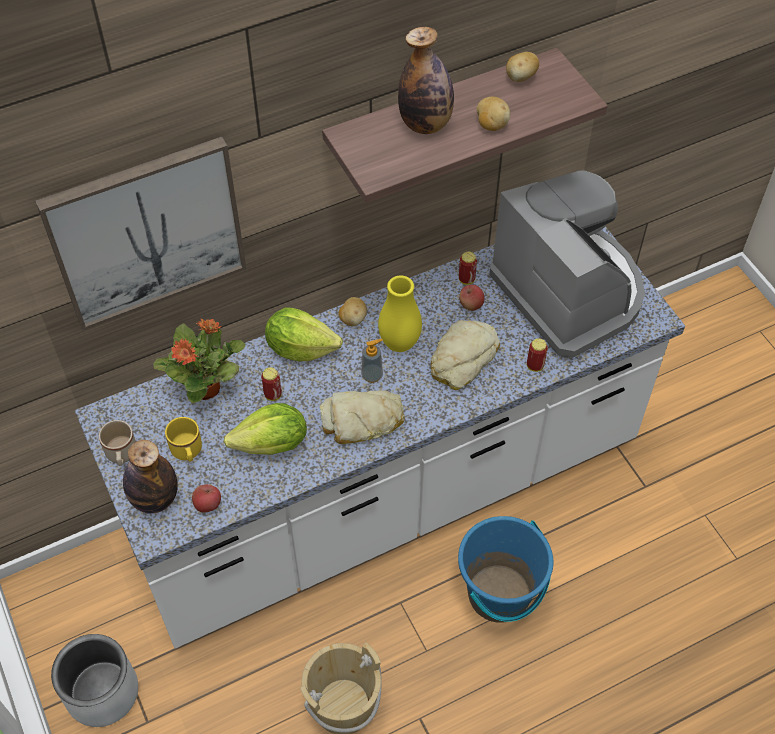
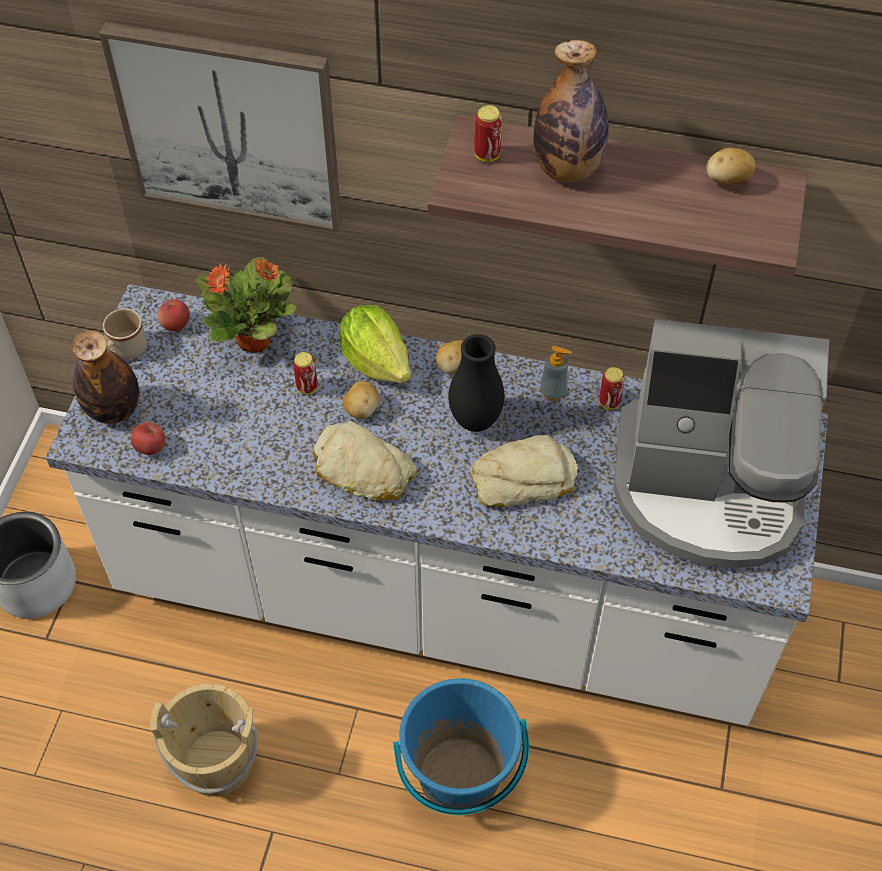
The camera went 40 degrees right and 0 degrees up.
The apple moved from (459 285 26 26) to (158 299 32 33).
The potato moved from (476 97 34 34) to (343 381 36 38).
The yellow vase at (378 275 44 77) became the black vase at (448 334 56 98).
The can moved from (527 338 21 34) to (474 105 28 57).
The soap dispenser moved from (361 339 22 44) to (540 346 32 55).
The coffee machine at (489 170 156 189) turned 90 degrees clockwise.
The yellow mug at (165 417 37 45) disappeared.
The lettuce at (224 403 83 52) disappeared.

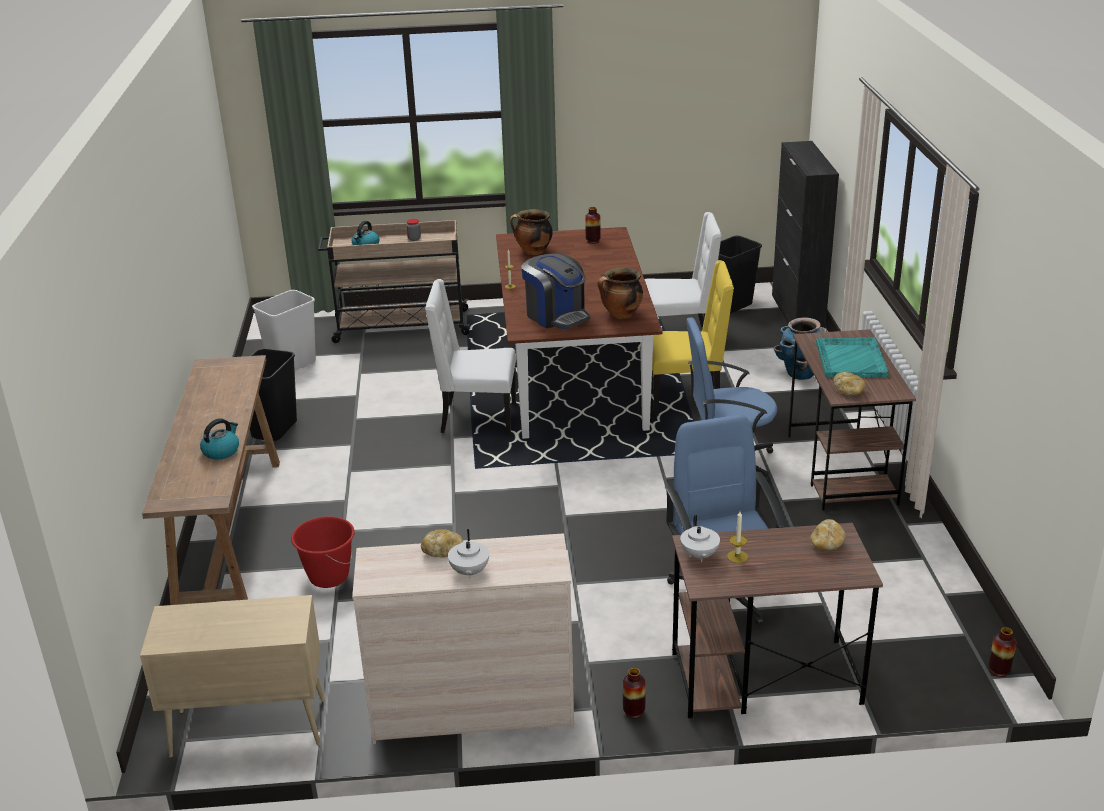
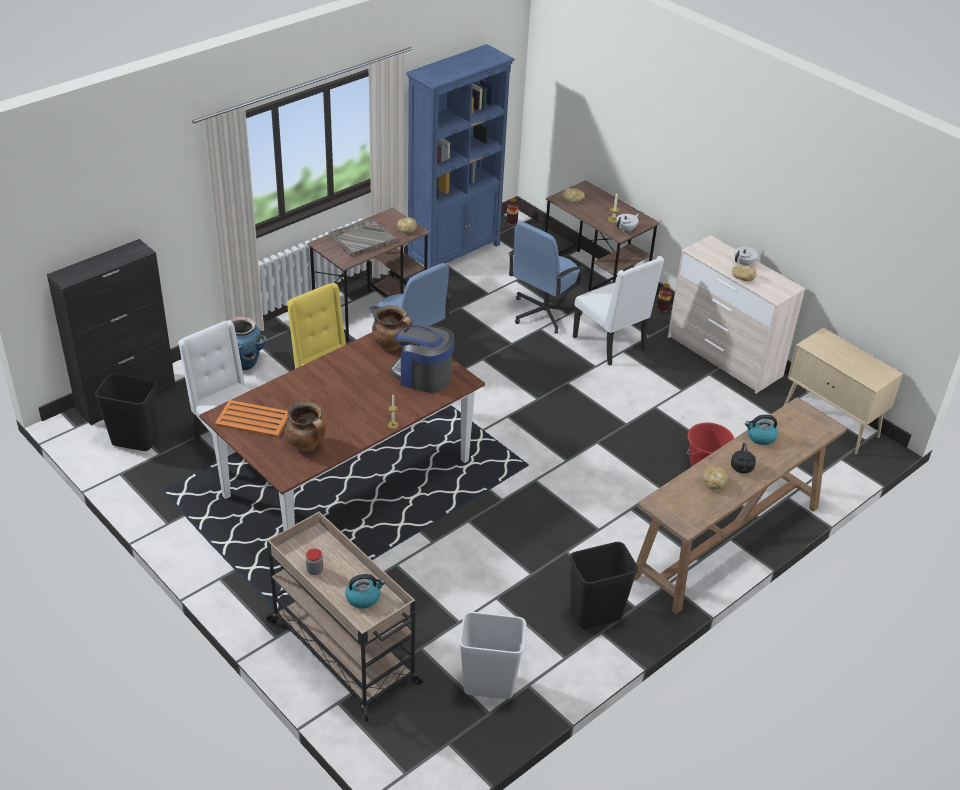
The camera went 130 degrees left and 10 degrees up.
The vase at (585 207 16 37) was replaced by the orange tray at (215 400 73 38).
The turquoise tray at (816 337 73 40) became the grey tray at (329 218 68 39).
The coffee machine at (521 253 69 76) turned 75 degrees counterclockwise.
The blue bookcase at (406 44 109 225) appeared.
The white chair moved from (425 279 91 156) to (573 256 91 110).
The bread at (703 467 25 22) appeared.
The black kettle at (731 442 25 31) appeared.

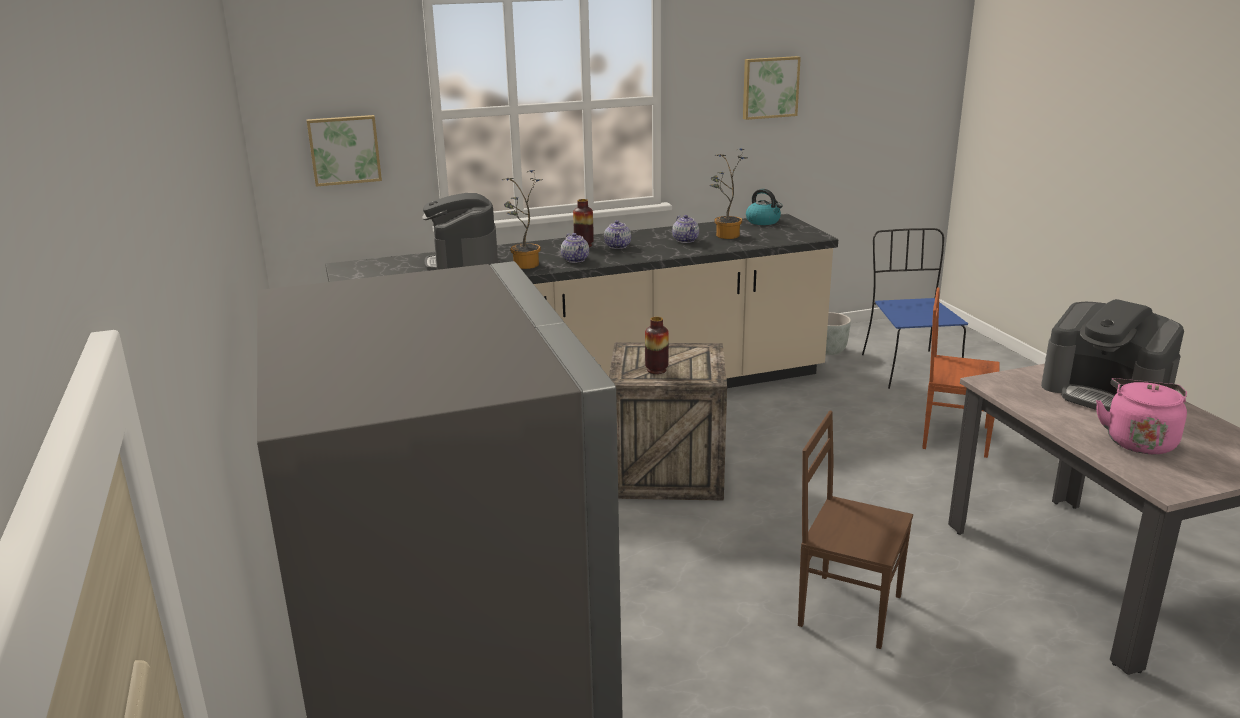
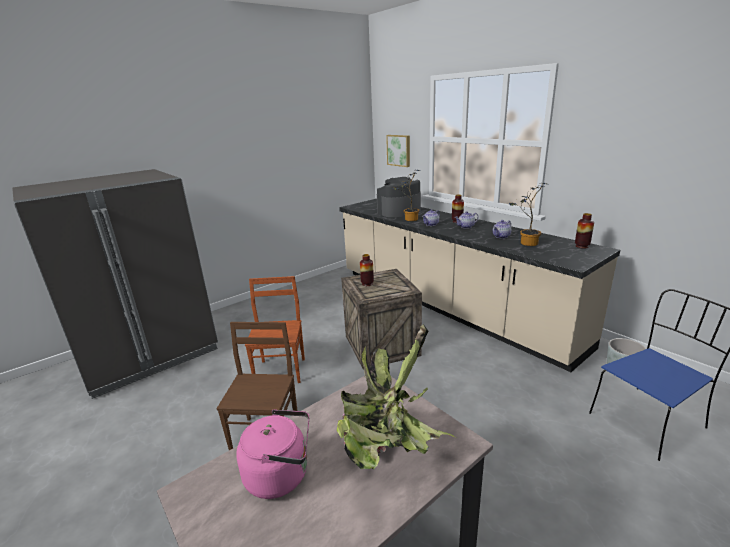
The camera went 70 degrees right and 0 degrees up.
The brown chair moved from (922 287 78 171) to (245 276 60 107).
The coffee machine at (1041 299 143 113) was replaced by the potted plant at (337 324 118 146).
The kettle at (746 189 37 36) was replaced by the vase at (575 213 19 36).
The picture at (743 56 58 64) disappeared.

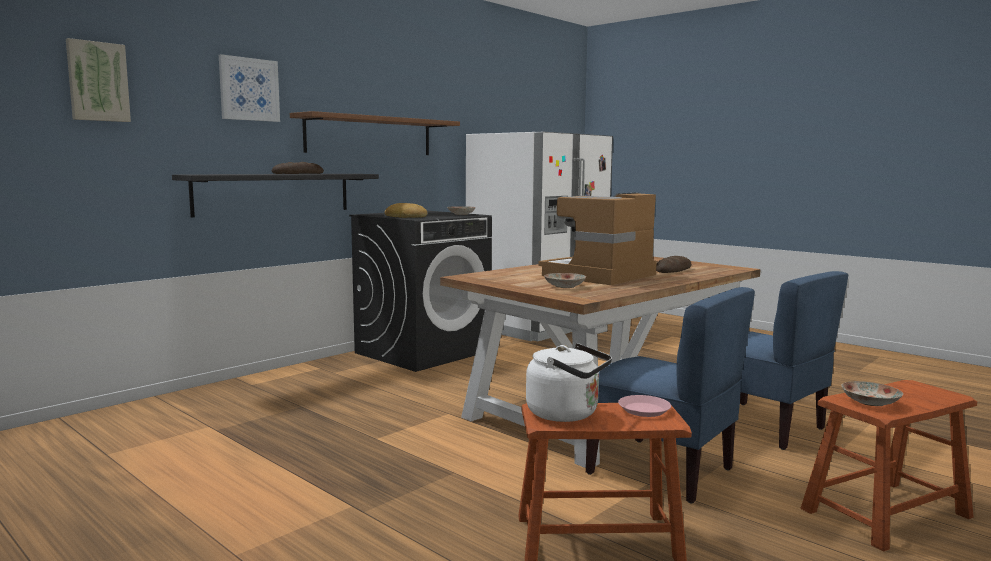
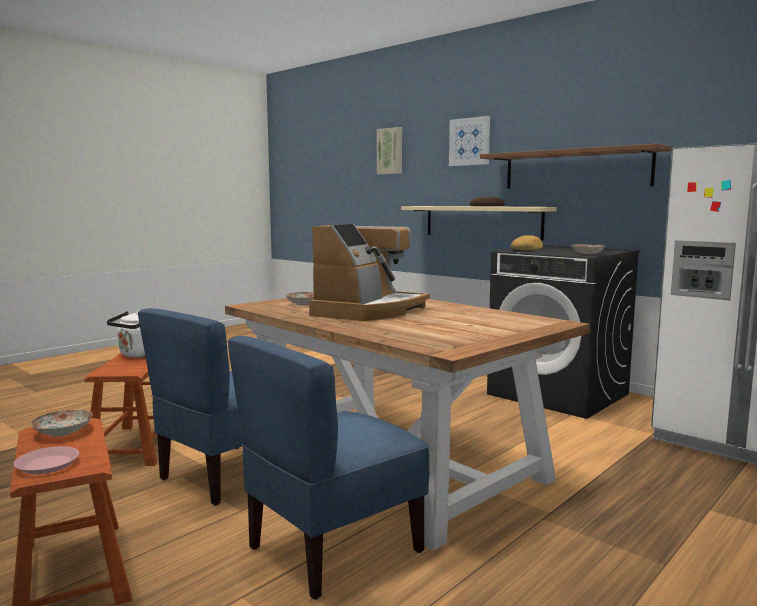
The camera went 90 degrees right and 0 degrees up.
The pink plate moved from (618 395 53 22) to (14 446 65 28).
The coffee machine at (538 192 119 93) turned 75 degrees clockwise.
The black shelf at (172 174 207 43) became the beige shelf at (401 206 156 35).
The bread at (656 256 35 17) disappeared.

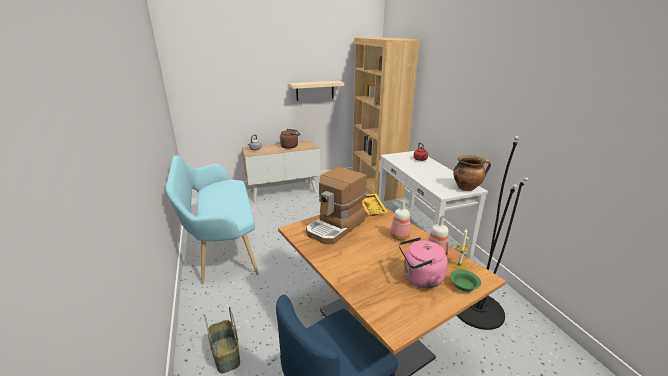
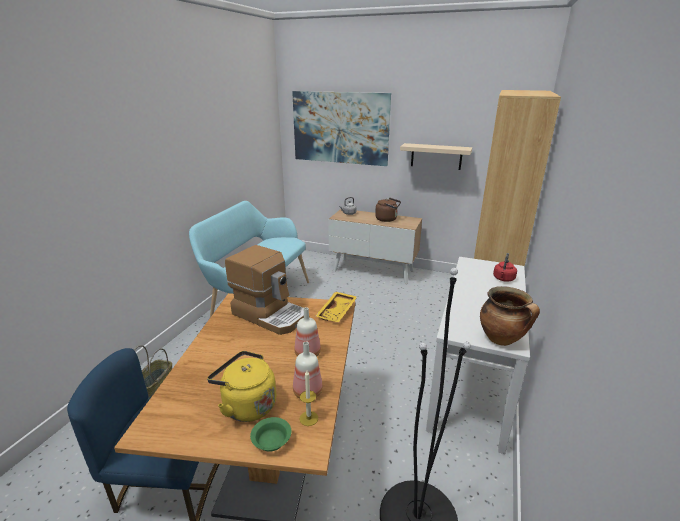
The camera went 40 degrees right and 0 degrees up.
The pink kettle at (399 237 49 51) became the yellow kettle at (207 351 69 71).
The coffee machine at (306 167 61 77) turned 135 degrees counterclockwise.
The picture at (292 91 99 75) appeared.

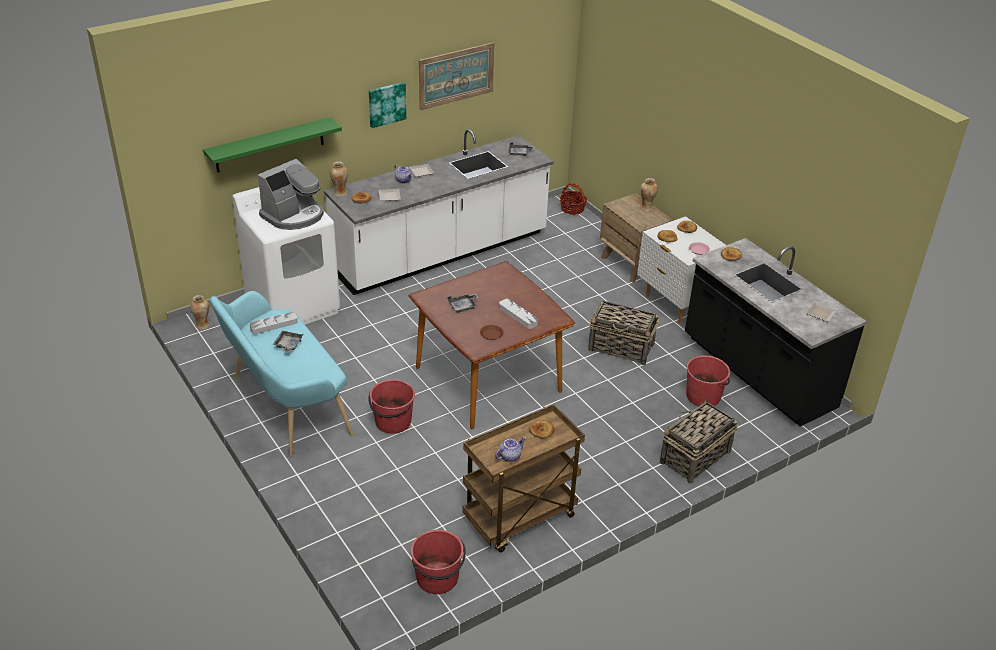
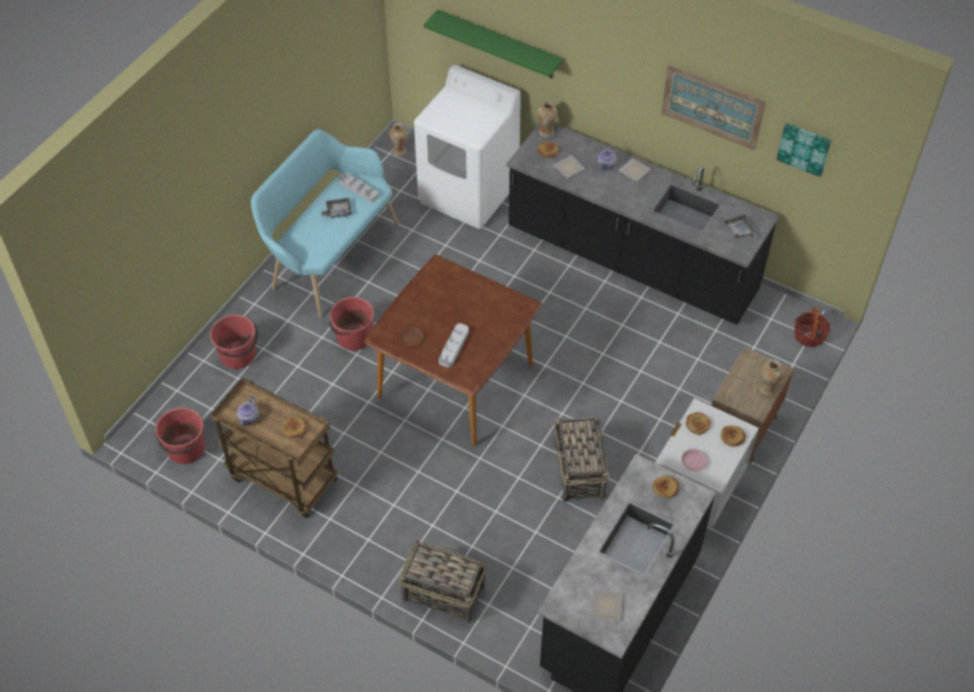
The camera went 65 degrees right and 15 degrees up.
The red bucket moved from (686 355 44 51) to (210 315 48 54).
The teapot at (495 437 31 25) turned 75 degrees clockwise.
The white counter at (324 130 230 165) became the black counter at (506 123 273 202).
The picture moved from (369 82 37 46) to (776 123 55 54).
The coffee machine at (258 159 66 71) disappeared.
The grey tray at (447 294 32 19) disappeared.

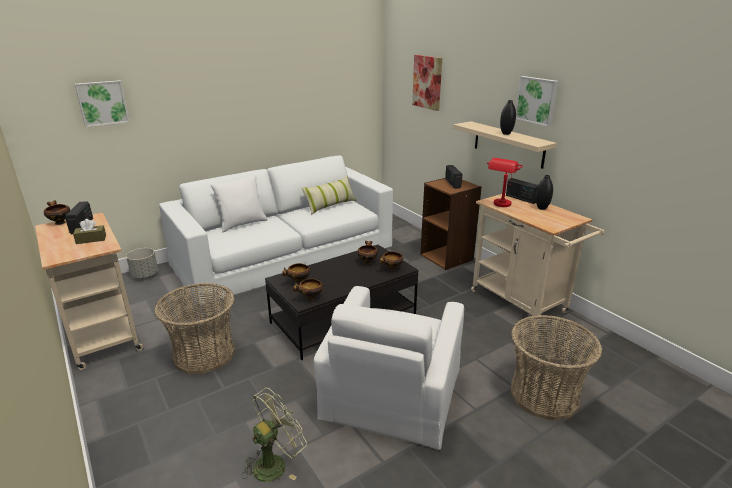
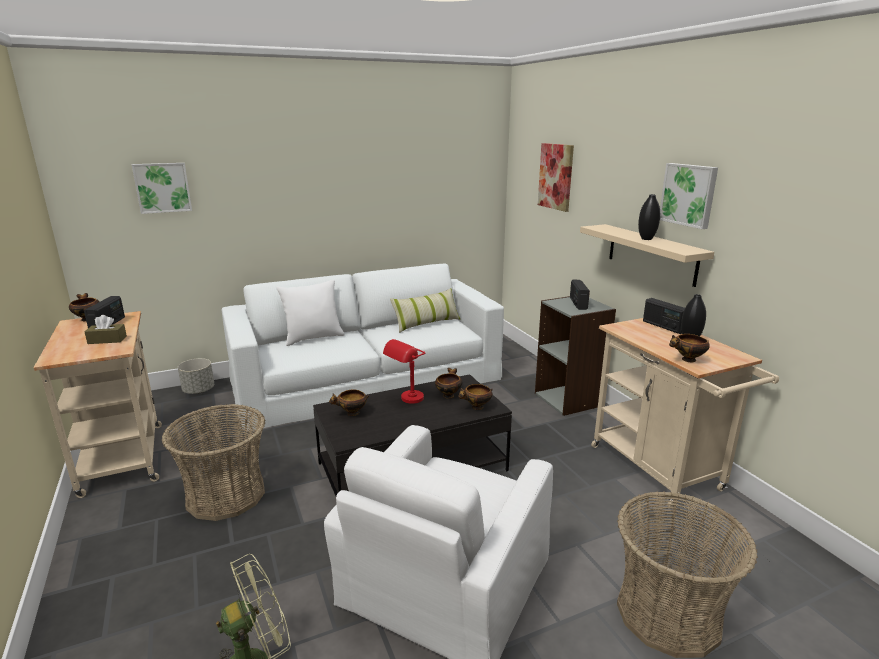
The camera went 10 degrees right and 5 degrees down.
The red table lamp moved from (487 158 36 49) to (383 339 42 65).
The brown bookcase at (420 178 62 92) became the grey bookcase at (535 296 81 120).
The bowl moved from (292 279 33 22) to (669 334 41 28).

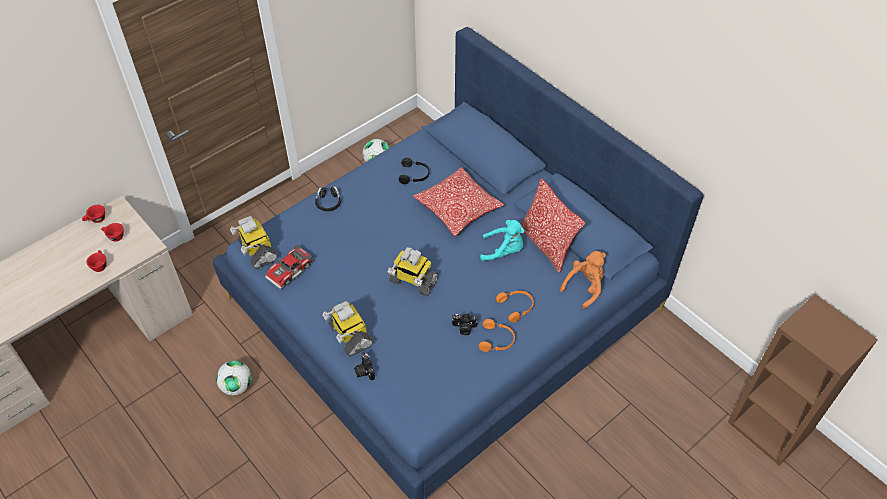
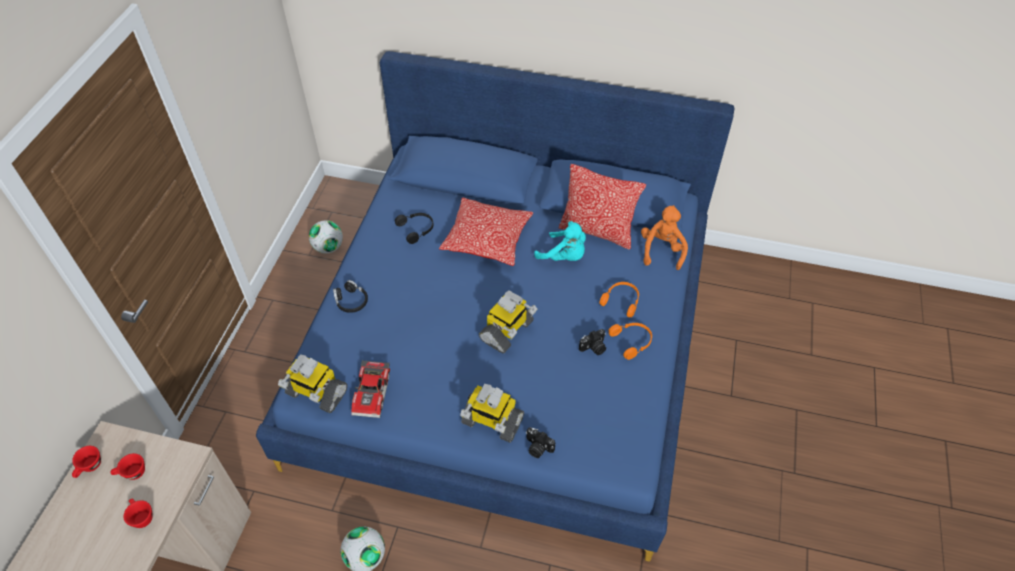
The camera went 35 degrees left and 0 degrees up.
The toy robot at (388 247 51 49) turned 45 degrees counterclockwise.
The turquoise plush toy at (480 220 45 41) turned 60 degrees clockwise.
The brown bookcase at (728 295 150 171) disappeared.

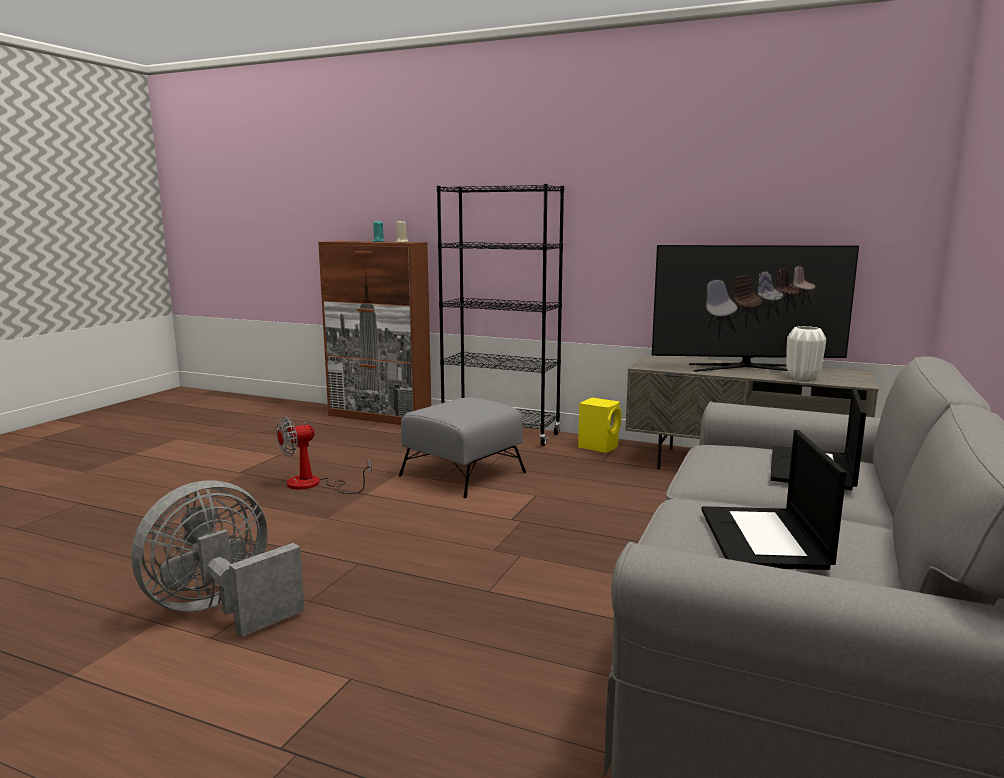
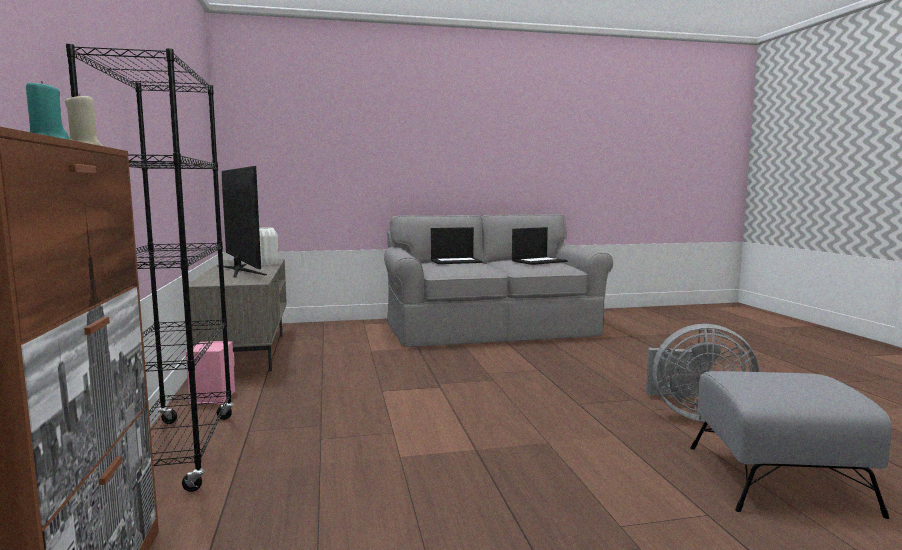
The camera went 125 degrees left and 5 degrees down.
The yellow speaker at (578 398 44 55) became the pink speaker at (186 341 49 63).
The grey ottoman moved from (399 397 127 101) to (690 371 202 148).
The fan at (276 416 96 78) disappeared.

